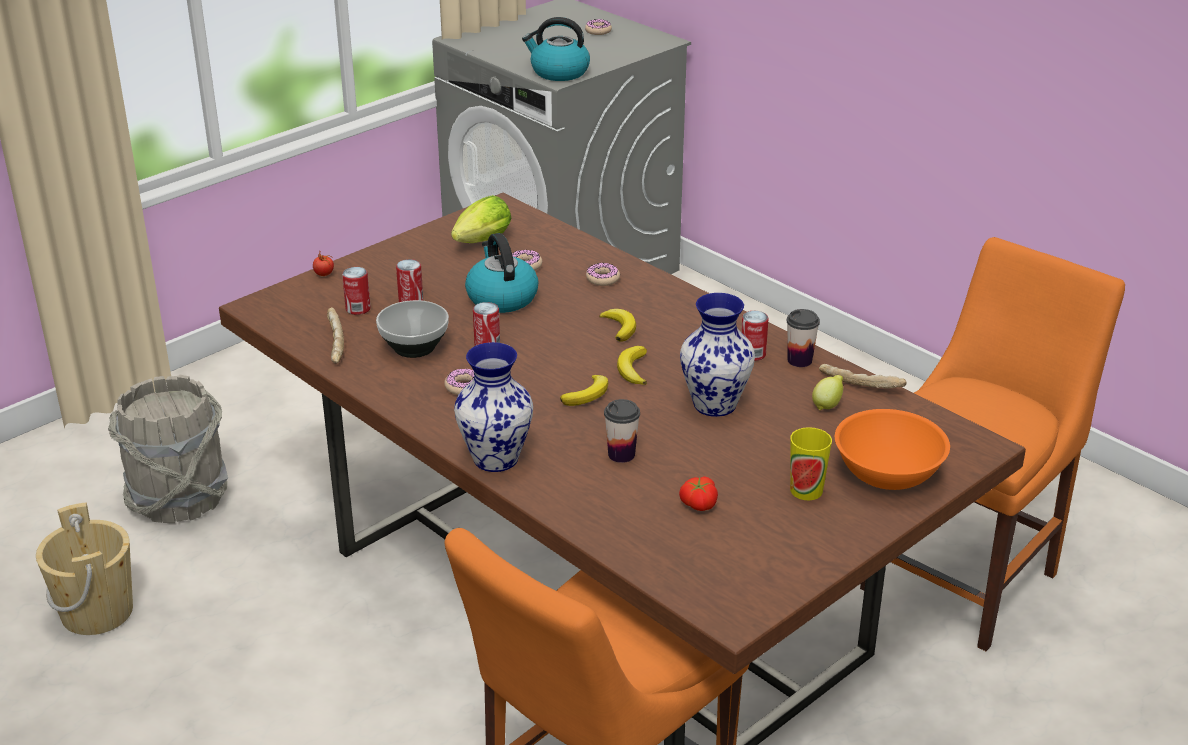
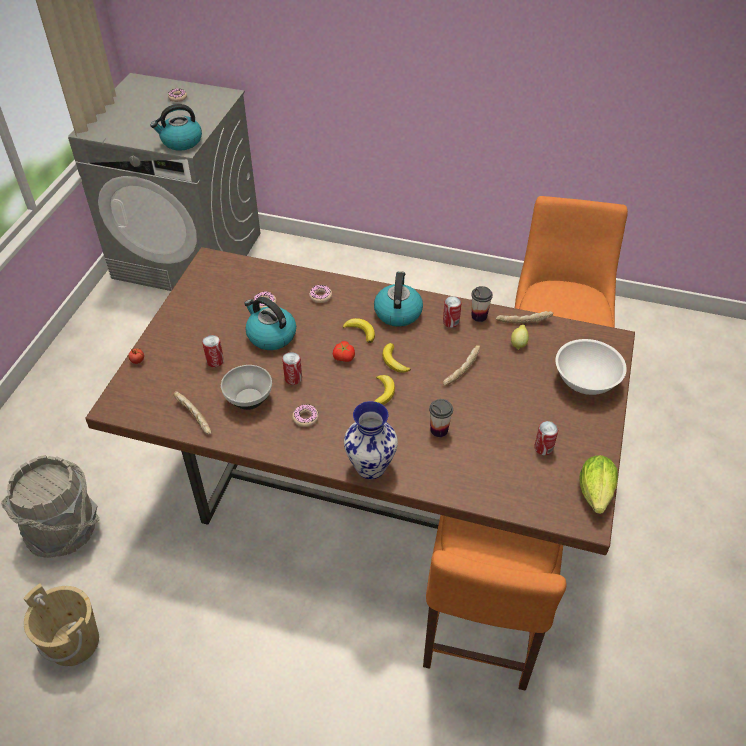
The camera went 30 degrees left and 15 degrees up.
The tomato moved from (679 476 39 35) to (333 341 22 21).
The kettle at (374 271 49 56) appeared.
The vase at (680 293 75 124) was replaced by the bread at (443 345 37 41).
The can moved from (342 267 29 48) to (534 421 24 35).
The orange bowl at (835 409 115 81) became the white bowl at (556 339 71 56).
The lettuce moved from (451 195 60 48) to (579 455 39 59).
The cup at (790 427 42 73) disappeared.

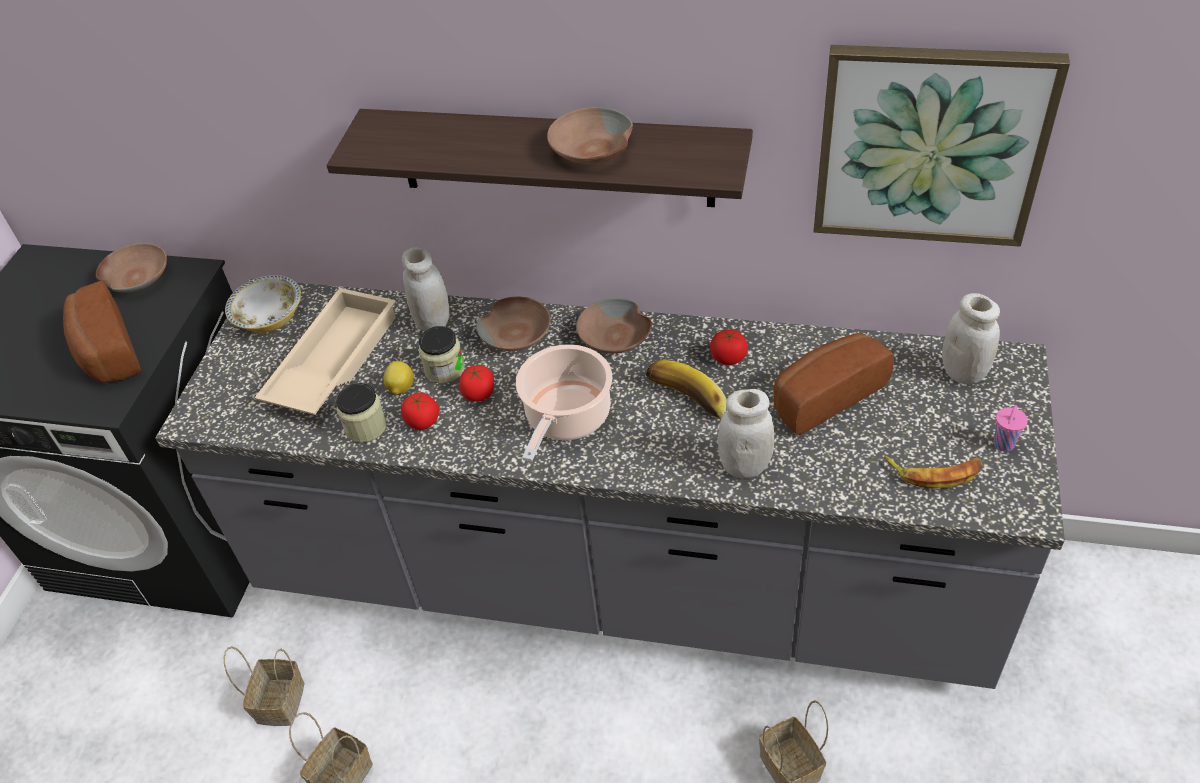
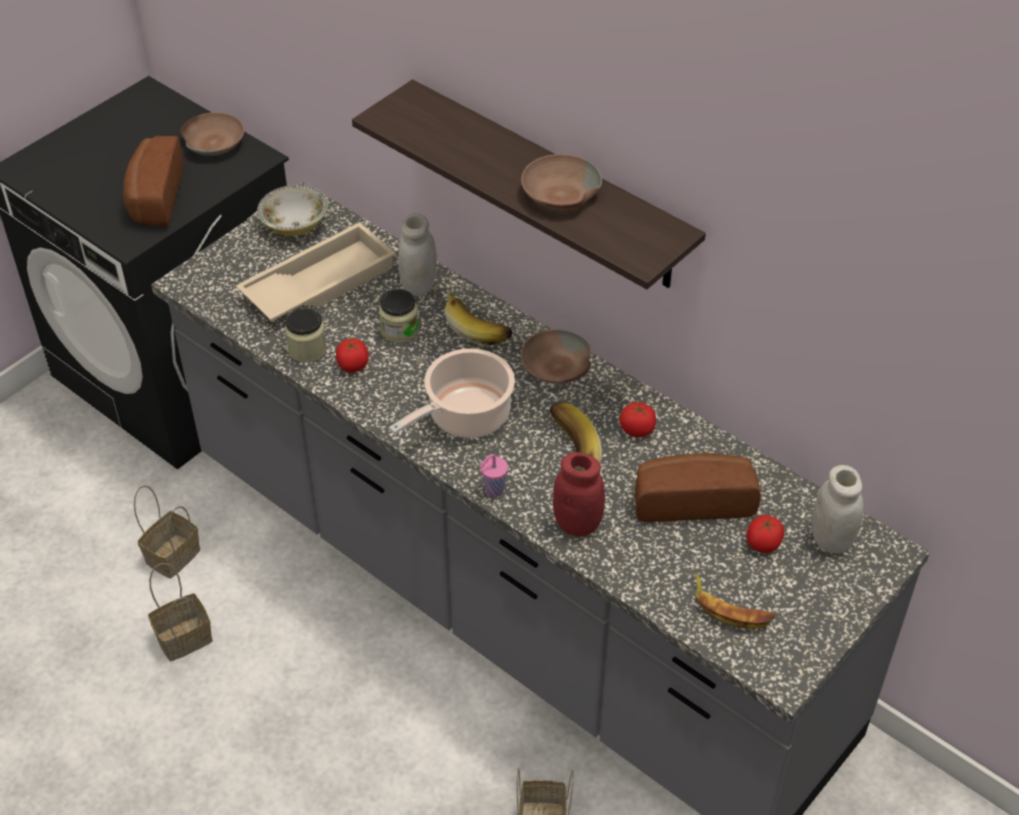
The camera went 25 degrees right and 0 degrees up.
The brown bowl at (476 297 75 54) was replaced by the banana at (444 290 69 56).
The pink cup moved from (994 405 34 47) to (479 454 29 43).
The white jar at (718 389 56 90) became the red jar at (553 452 52 85).
The tomato moved from (459 365 35 37) to (746 515 38 38).
The lemon at (383 361 31 34) disappeared.
The picture at (813 45 257 202) disappeared.

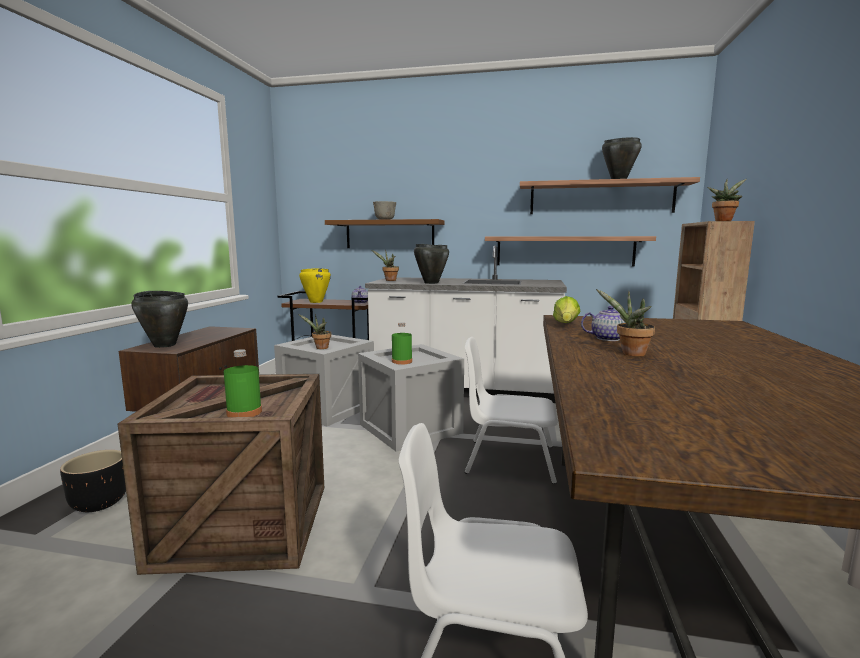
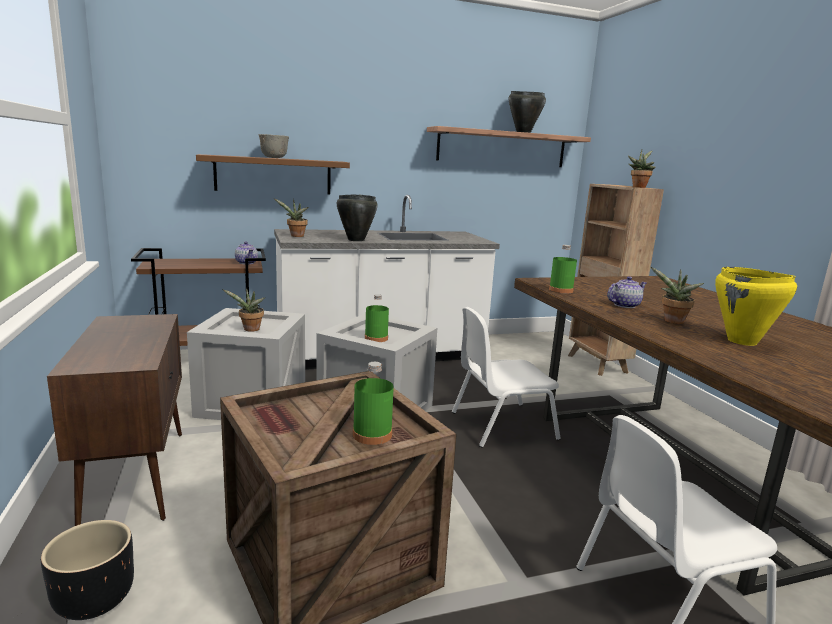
The camera went 30 degrees left and 5 degrees up.
The lettuce at (553 296 27 27) was replaced by the green bottle at (549 245 28 48).
The yellow cooking pot moved from (299 268 32 35) to (715 267 82 79).
The black cooking pot at (131 291 57 57) disappeared.
The shelf at (485 236 171 31) disappeared.

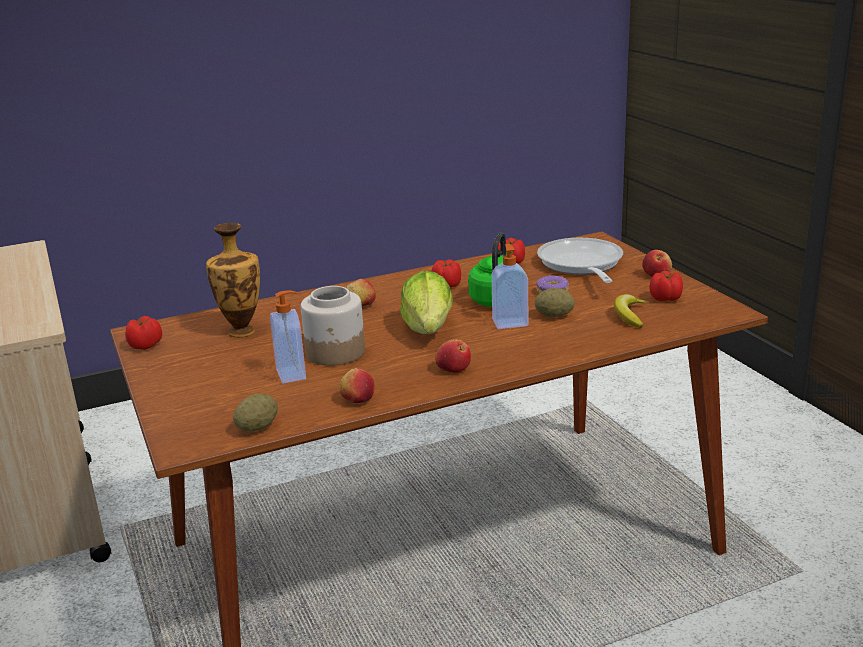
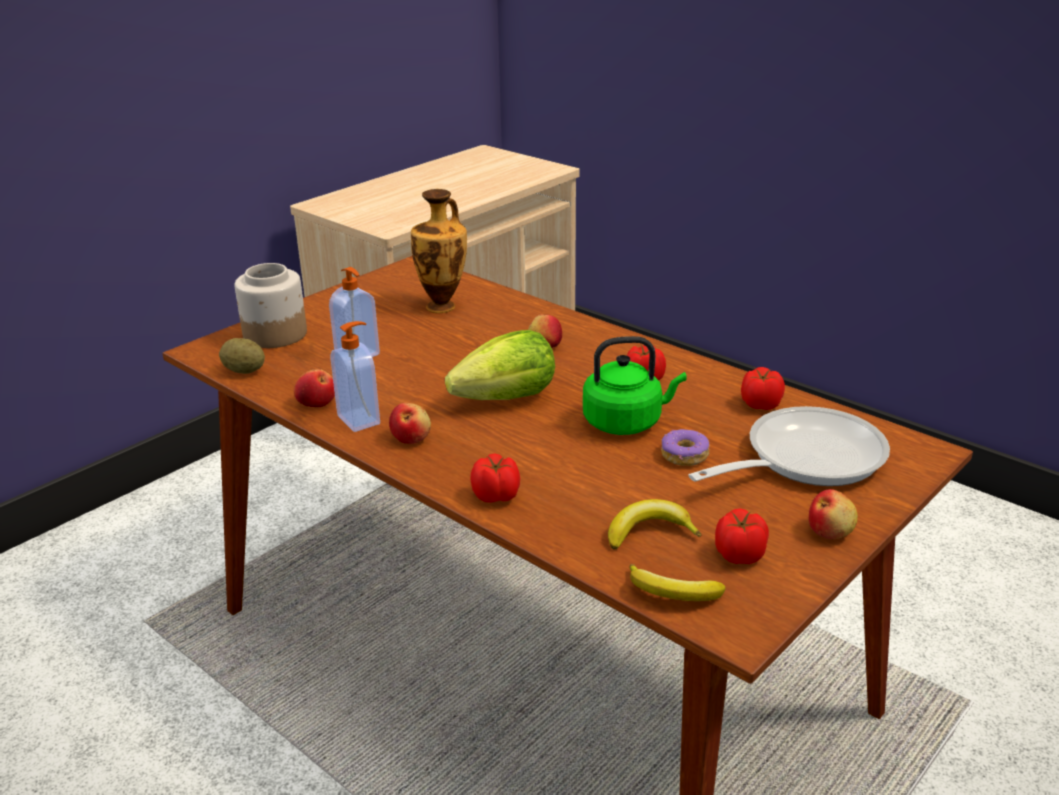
The camera went 65 degrees right and 5 degrees up.
The jar moved from (301 286 64 80) to (235 263 72 85).
The soap dispenser moved from (491 244 37 85) to (331 321 49 111).
The tomato moved from (125 316 37 34) to (470 453 50 50).
The banana at (629 564 97 37) appeared.
The potato at (534 288 41 29) disappeared.

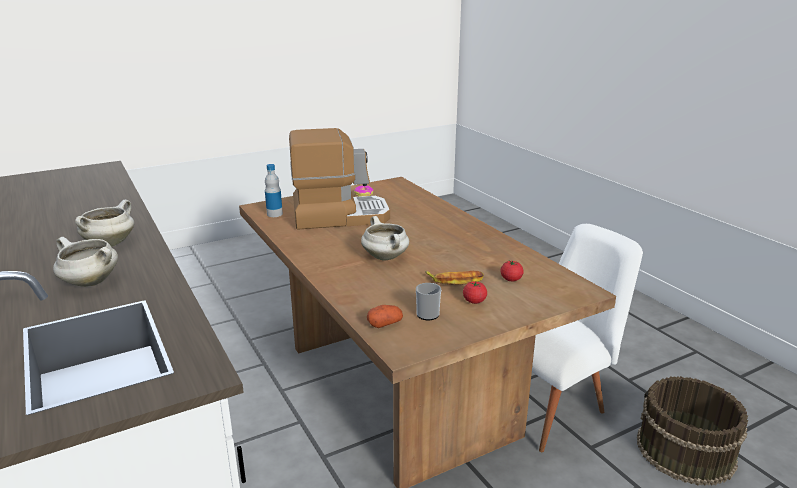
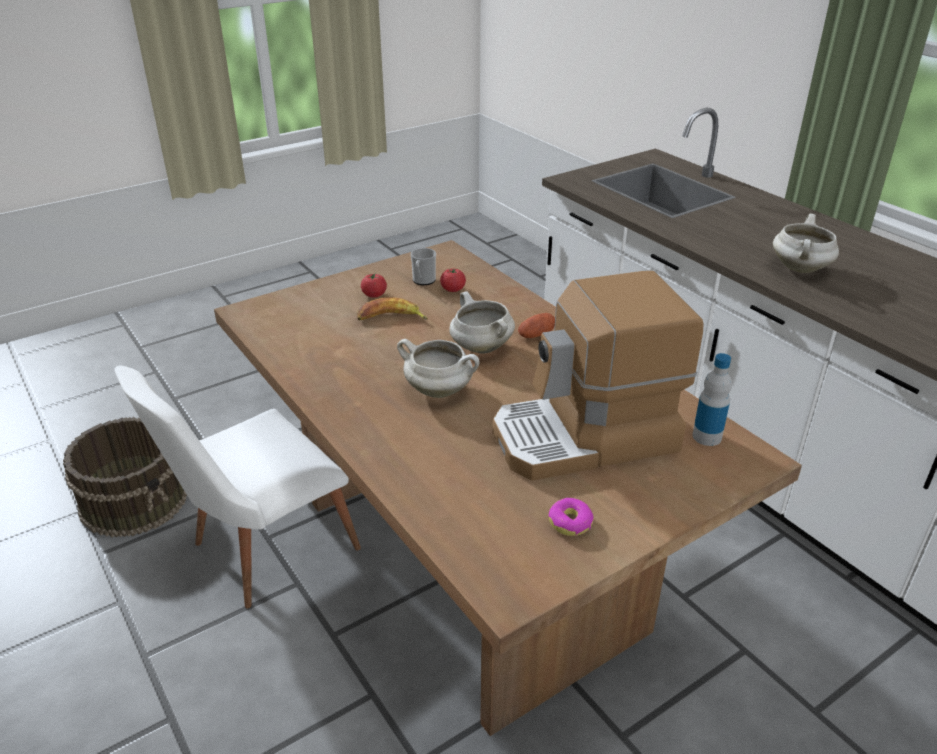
The camera went 175 degrees right and 10 degrees up.
The white cooking pot moved from (53 237 65 50) to (397 339 83 59).
The tomato moved from (500 260 24 21) to (440 269 26 23).
The potato moved from (367 305 36 23) to (518 313 37 25).

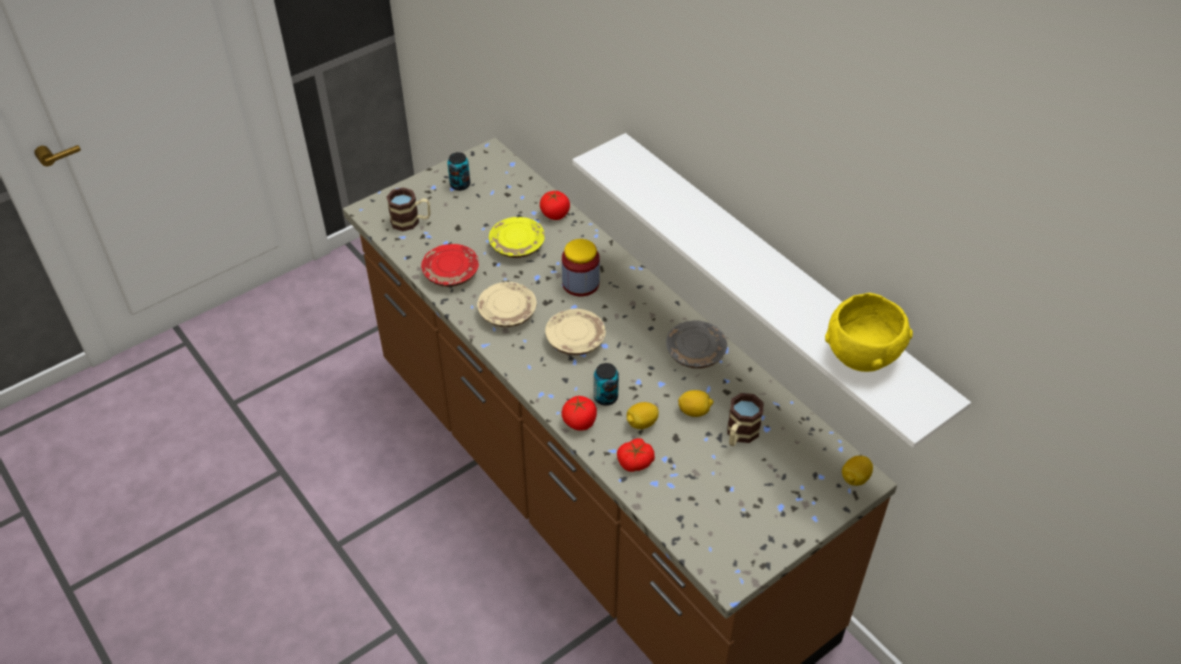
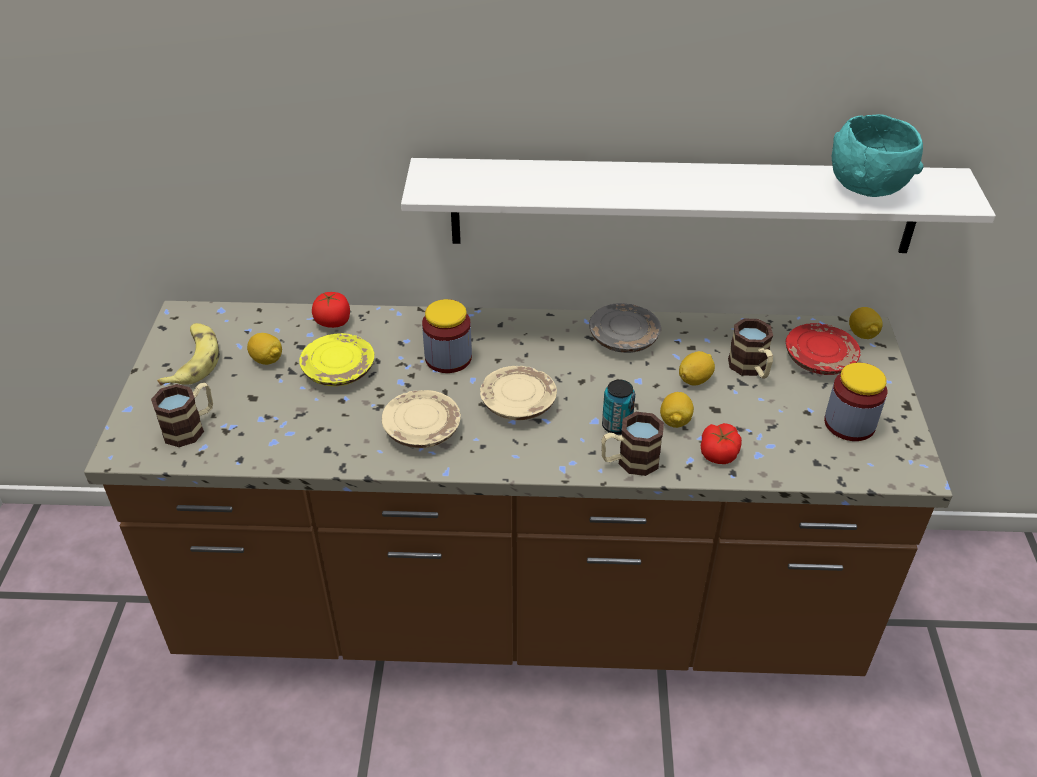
The camera went 50 degrees left and 5 degrees down.
The can at (447 152 23 39) was replaced by the banana at (157 323 63 62).
The lemon at (247 333 35 32) appeared.
The tomato at (562 396 35 35) was replaced by the mug at (601 412 63 64).
The red plate moved from (421 244 58 43) to (786 323 74 52).
The jar at (824 363 63 78) appeared.
The yellow bowl at (825 293 88 79) became the turquoise bowl at (832 114 92 83).

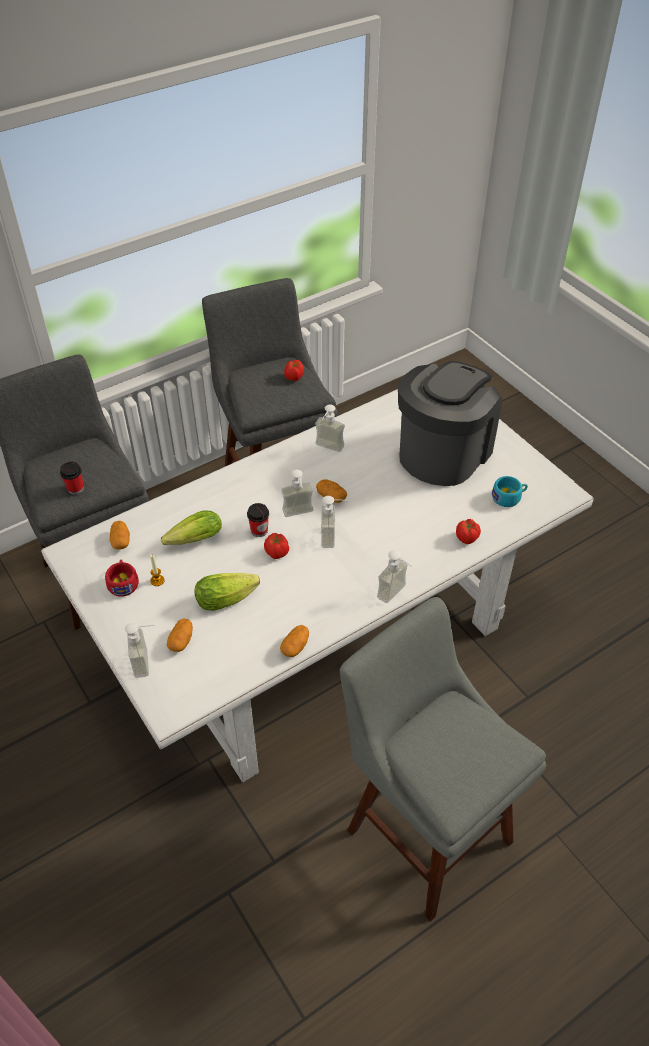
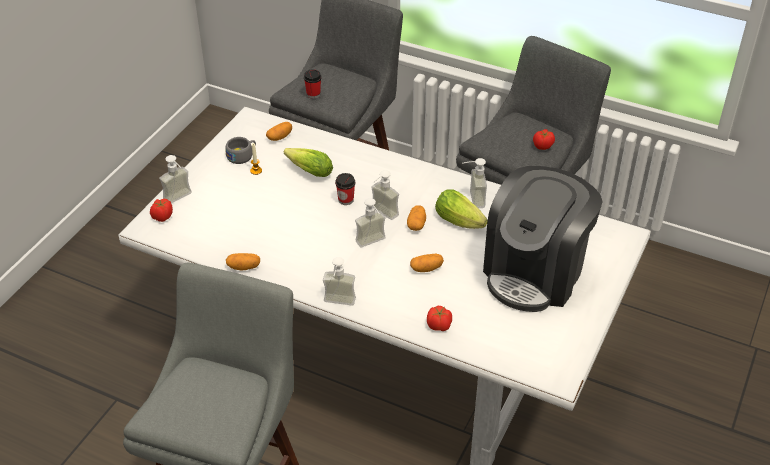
The camera went 60 degrees right and 5 degrees down.
The tomato moved from (264 533 25 26) to (150 199 23 23).
The red cup at (105 560 34 37) became the grey cup at (226 137 30 27).
The potato moved from (167 618 26 34) to (410 254 34 18).
The lettuce moved from (194 573 66 38) to (435 189 53 40).
The coffee machine at (398 361 105 125) turned 120 degrees clockwise.
The turquoise cup at (492 476 36 31) disappeared.

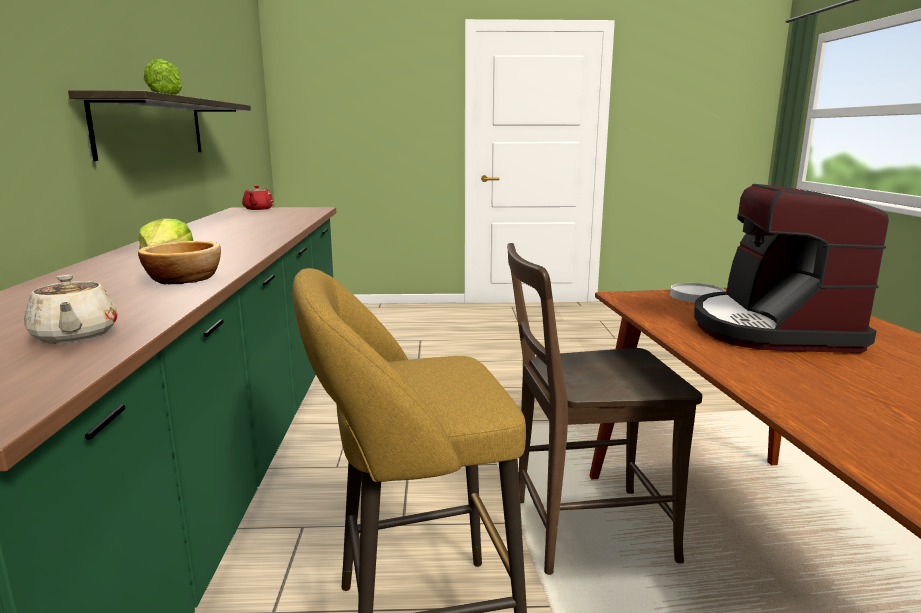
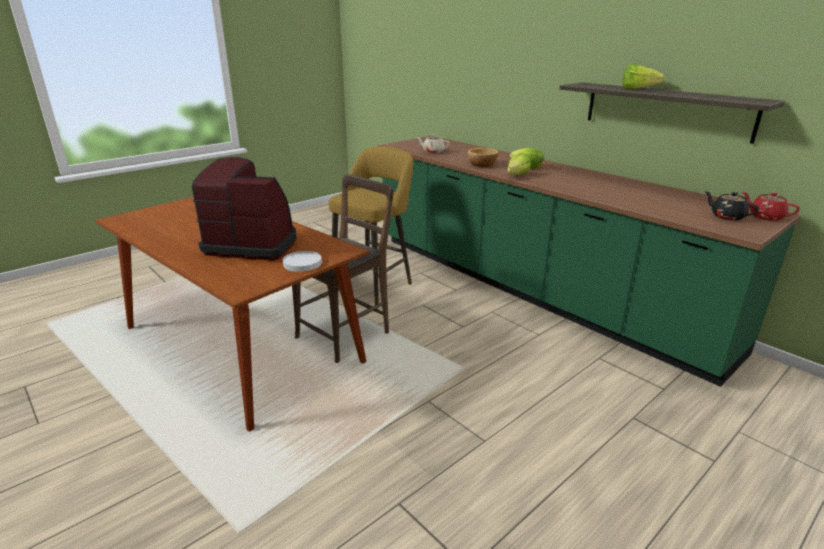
The camera went 140 degrees right and 10 degrees up.
The coffee machine at (694 184 195 169) turned 45 degrees counterclockwise.
The lettuce at (507 153 24 22) appeared.
The black teapot at (705 191 54 29) appeared.

